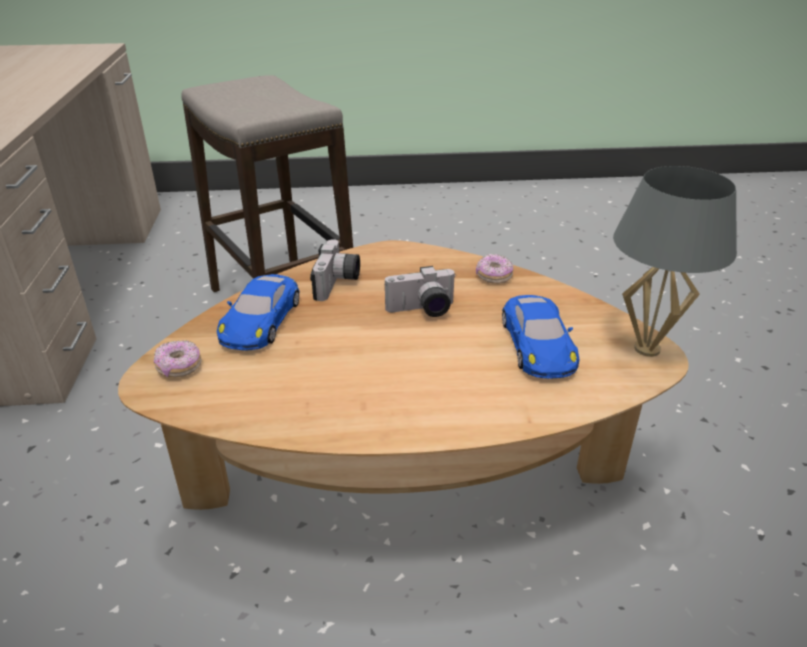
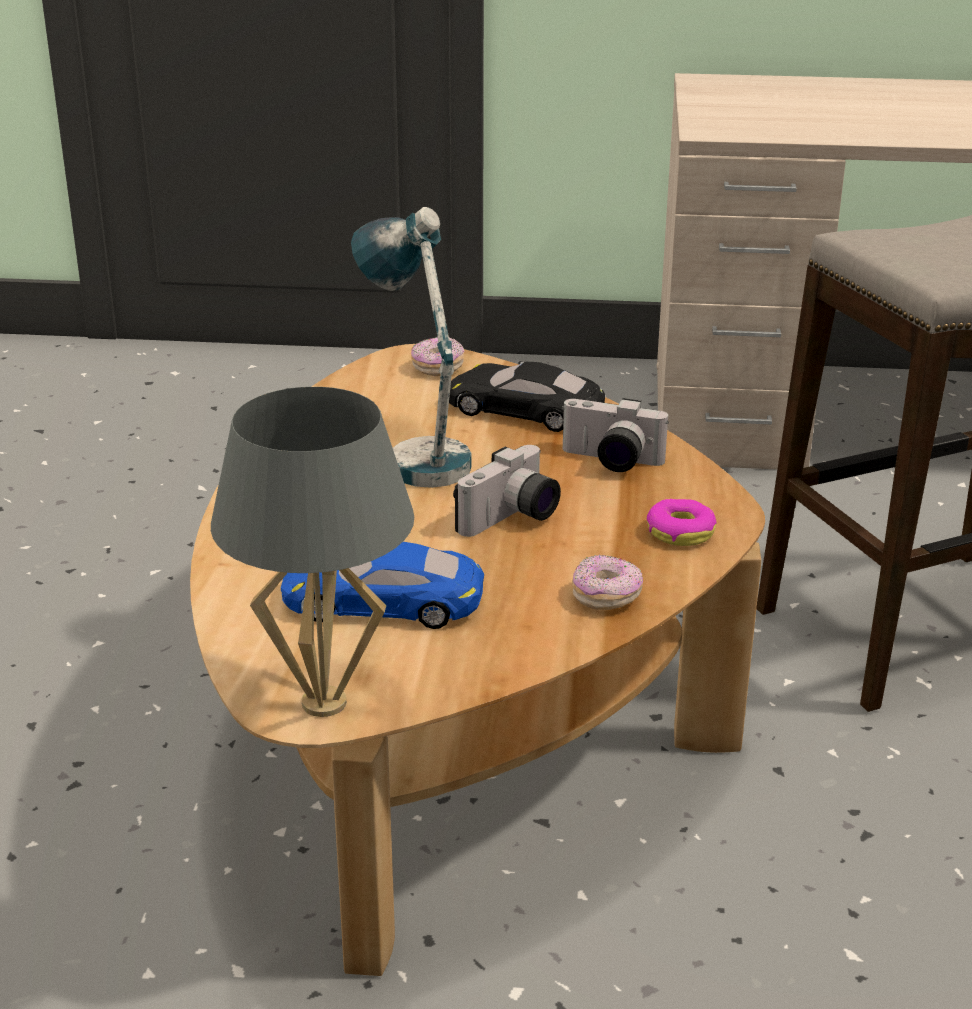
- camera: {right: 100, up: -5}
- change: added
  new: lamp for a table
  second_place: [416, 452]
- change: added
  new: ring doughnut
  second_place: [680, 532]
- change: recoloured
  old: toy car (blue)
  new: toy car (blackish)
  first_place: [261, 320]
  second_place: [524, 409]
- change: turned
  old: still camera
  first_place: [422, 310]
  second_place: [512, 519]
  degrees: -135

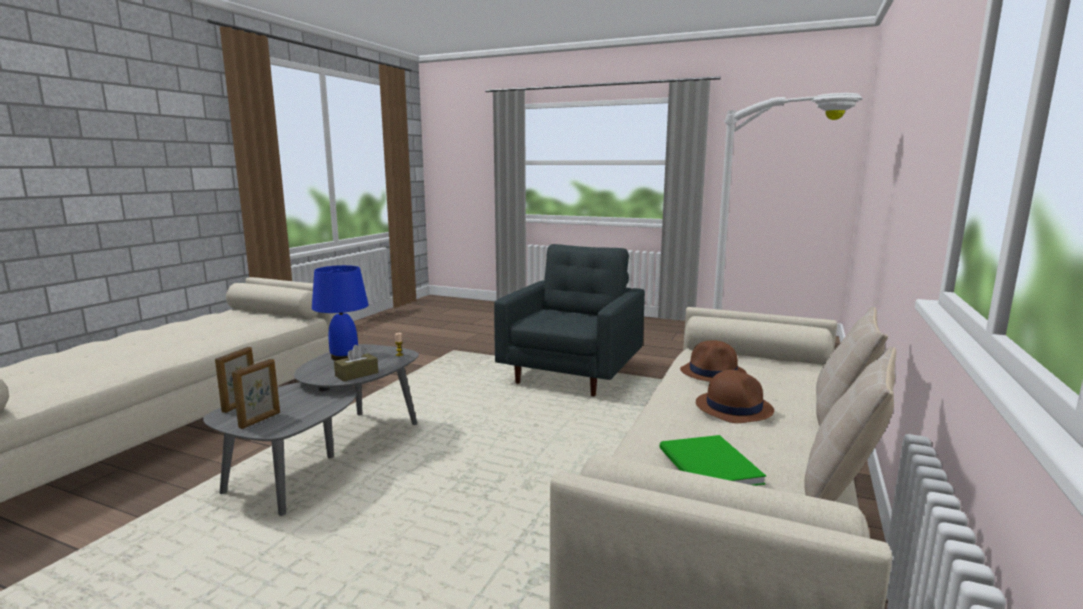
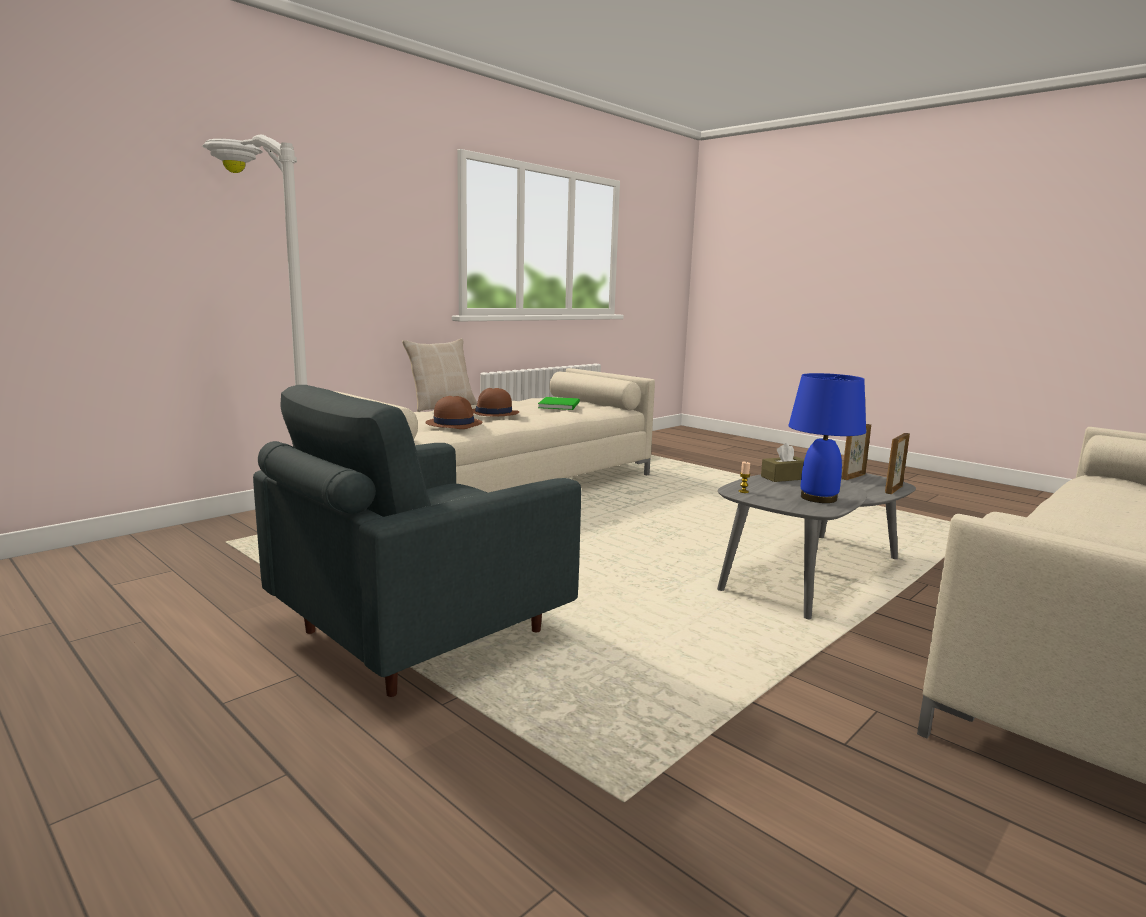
- camera: {right: -160, up: 0}
- change: removed
  old: throw pillow (sand-coloured)
  first_place: [842, 488]

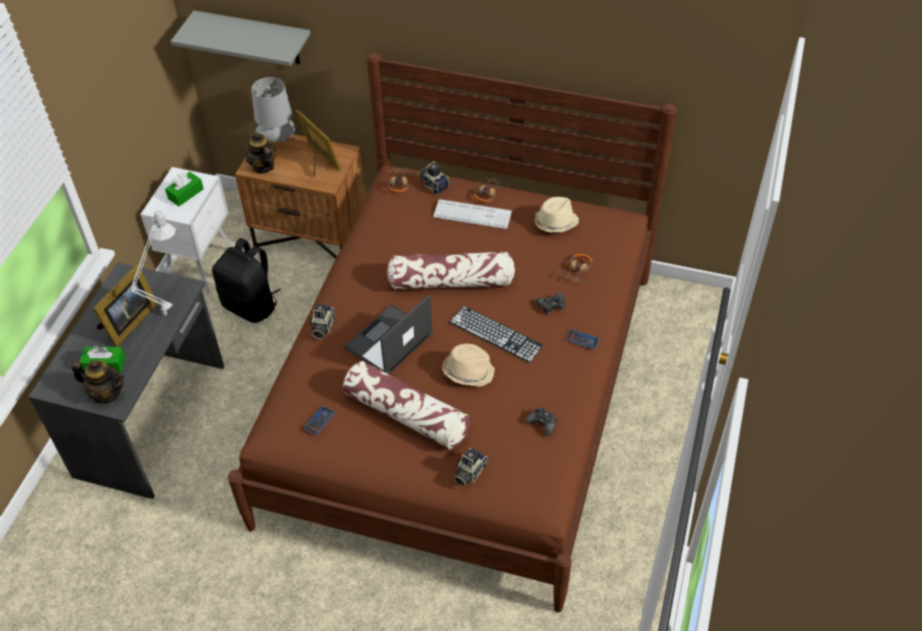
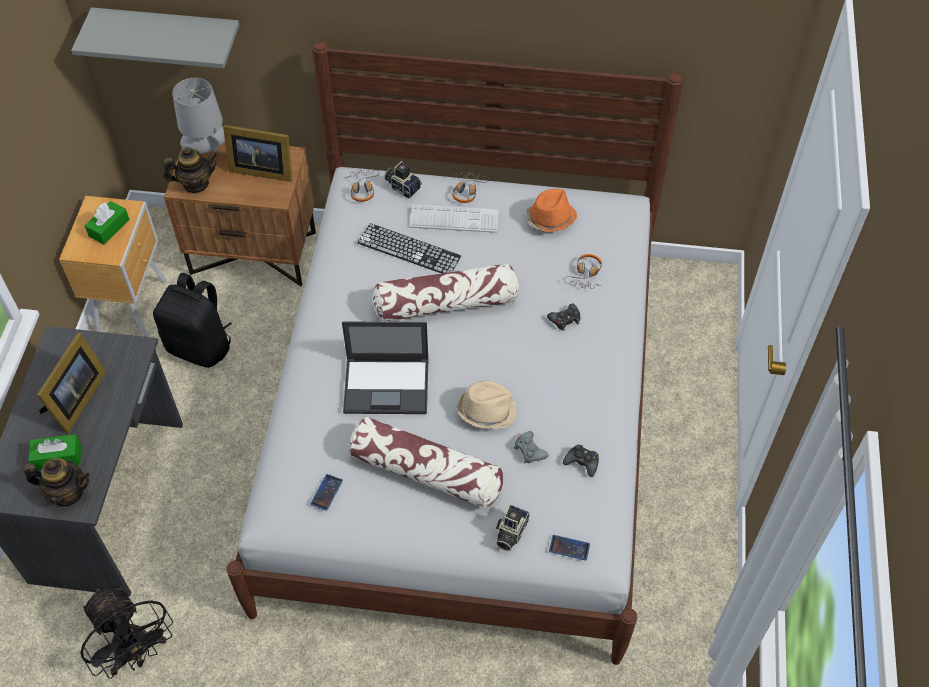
- camera: {right: -10, up: 5}
- change: removed
  old: lamp for a table (gray)
  first_place: [161, 319]
- change: removed
  old: still camera
  first_place: [322, 327]
- change: added
  new: fan (blackish)
  second_place: [137, 653]
- change: added
  new: joypad (gray)
  second_place: [529, 450]
- change: moved
  old: PC keyboard
  first_place: [495, 334]
  second_place: [409, 249]
- change: moved
  old: telephone
  first_place: [582, 339]
  second_place: [569, 548]
- change: recoloured
  old: nightstand (white)
  new: nightstand (brown-coloured)
  first_place: [202, 265]
  second_place: [133, 304]
- change: recoloured
  old: bed (brown-coloured)
  new: bed (white)
  first_place: [462, 394]
  second_place: [464, 424]
- change: recoloured
  old: clothing hat (sand-coloured)
  new: clothing hat (orange-coloured)
  first_place: [555, 223]
  second_place: [550, 219]
- change: turned
  old: tea pot
  first_place: [263, 166]
  second_place: [195, 184]
  degrees: 120
- change: turned
  old: standing frame
  first_place: [319, 160]
  second_place: [260, 169]
  degrees: 150
- change: turned
  old: laptop
  first_place: [388, 341]
  second_place: [387, 385]
  degrees: -120

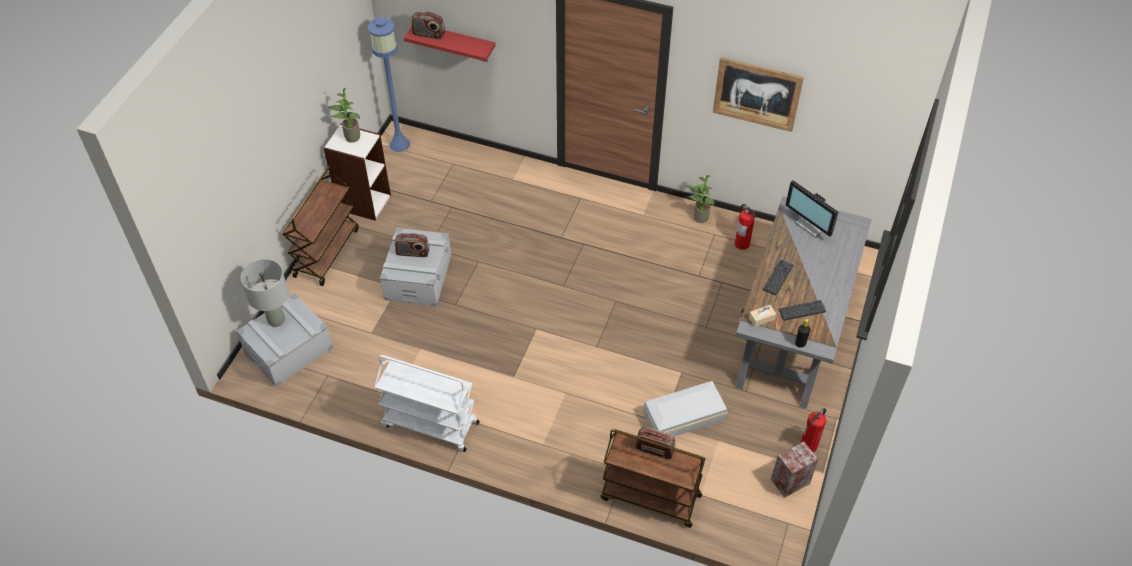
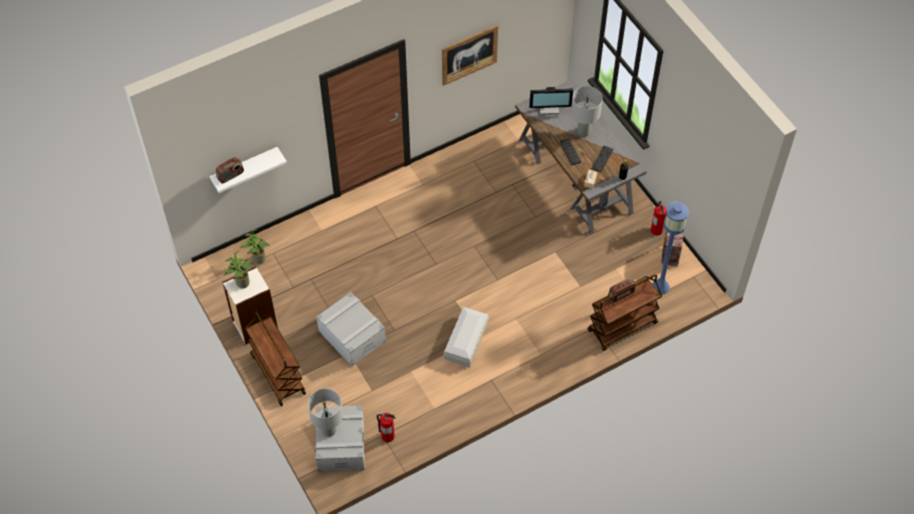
- camera: {right: -50, up: 5}
- change: removed
  old: wheeled cart (white)
  first_place: [429, 424]
- change: removed
  old: radio
  first_place: [413, 252]
- change: added
  new: lamp for a table (gray)
  second_place: [583, 132]
- change: moved
  old: floor lamp (blue)
  first_place: [399, 144]
  second_place: [660, 287]
- change: moved
  old: storage bin (white)
  first_place: [682, 416]
  second_place: [465, 341]
- change: moved
  old: houseplant
  first_place: [698, 218]
  second_place: [258, 260]
- change: moved
  old: extinguisher
  first_place: [742, 243]
  second_place: [387, 436]
- change: recoloured
  old: shelf (red-coloured)
  new: shelf (white)
  first_place: [455, 42]
  second_place: [245, 168]

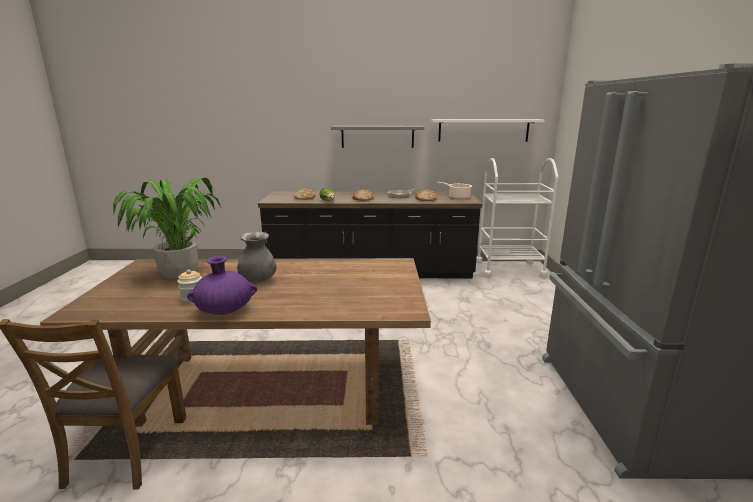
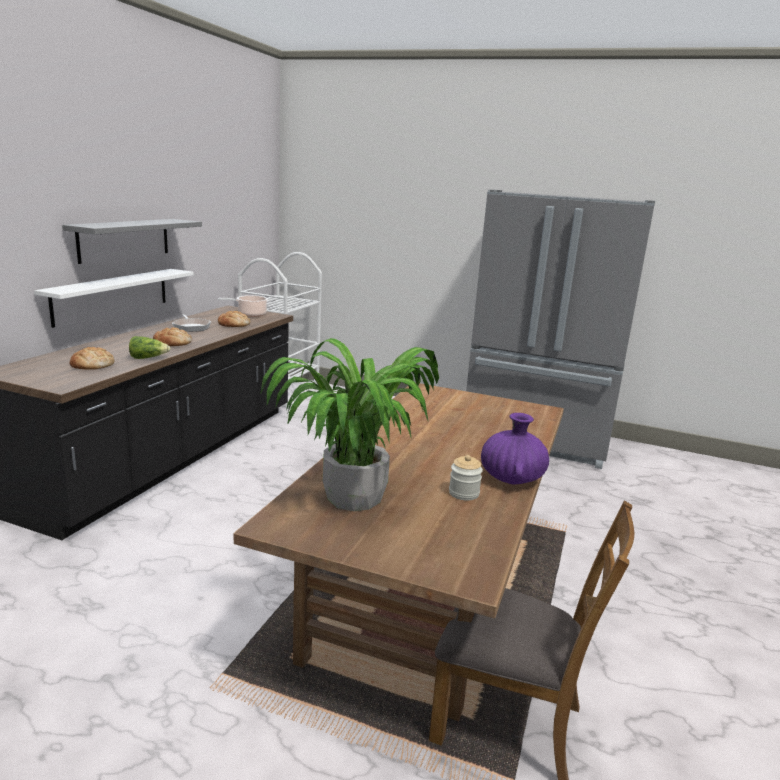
- camera: {right: -70, up: 0}
- change: removed
  old: vase (gray)
  first_place: [258, 280]
- change: moved
  old: shelf (white)
  first_place: [483, 130]
  second_place: [112, 296]

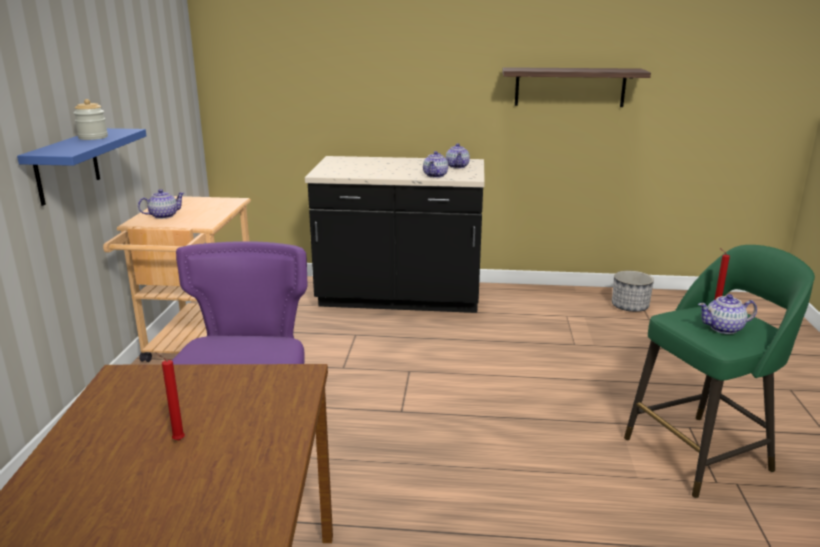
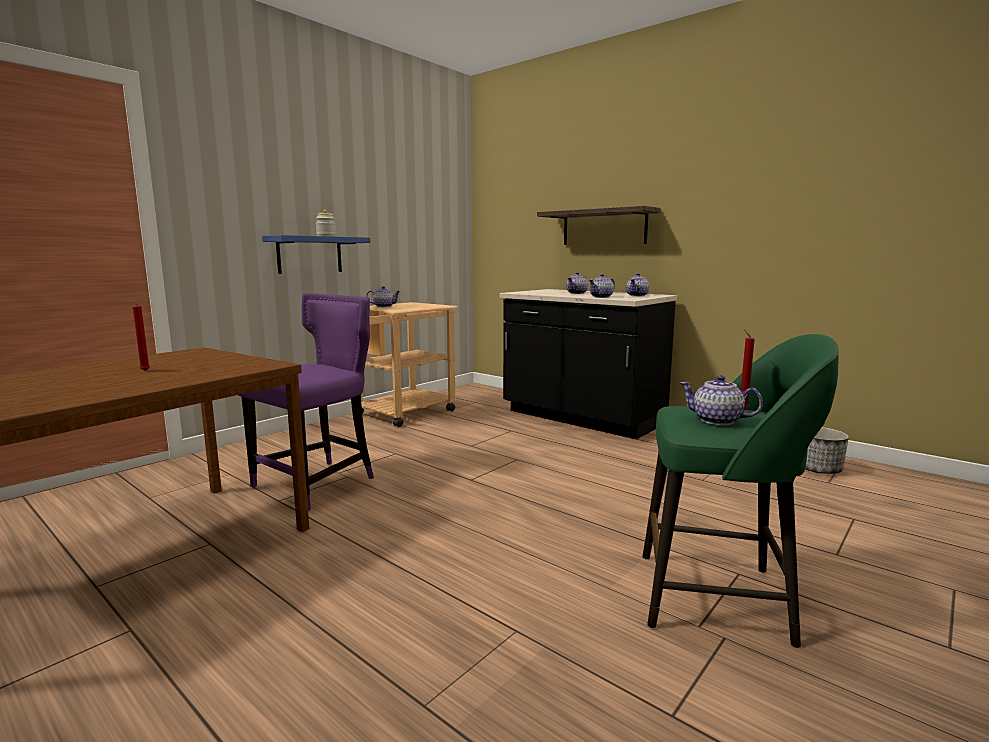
- camera: {right: 35, up: -10}
- change: added
  new: tea pot
  second_place: [577, 293]
- change: moved
  old: shelf
  first_place: [570, 87]
  second_place: [604, 227]

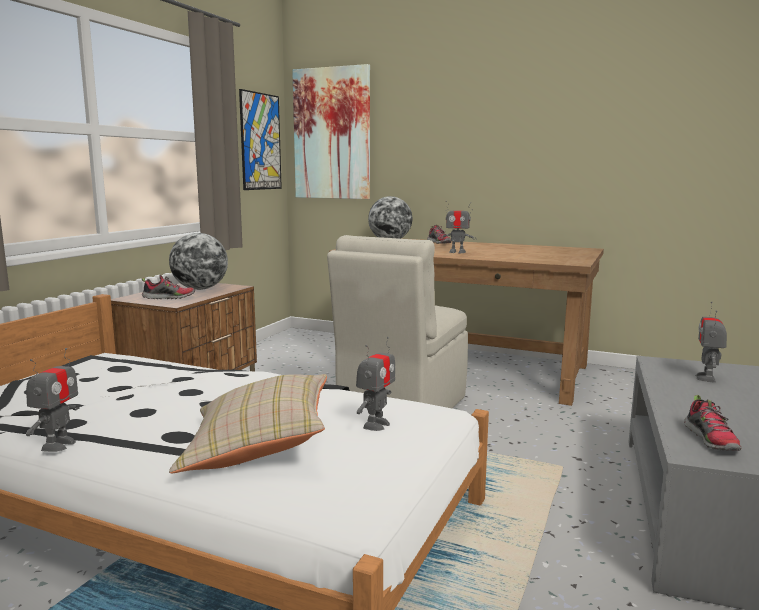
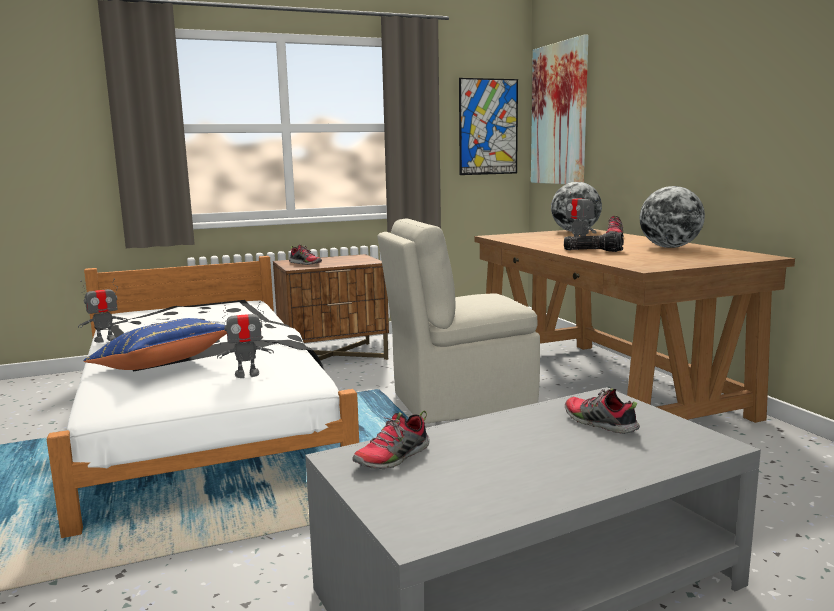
- camera: {right: 45, up: 0}
- change: added
  new: flashlight
  second_place: [593, 251]
- change: moved
  old: globe
  first_place: [200, 289]
  second_place: [670, 247]
- change: replaced
  old: model robot
  new: item of footwear
  first_place: [706, 378]
  second_place: [599, 423]
- change: recoloured
  old: throw pillow (sand-coloured)
  new: throw pillow (blue)
  first_place: [258, 447]
  second_place: [162, 366]

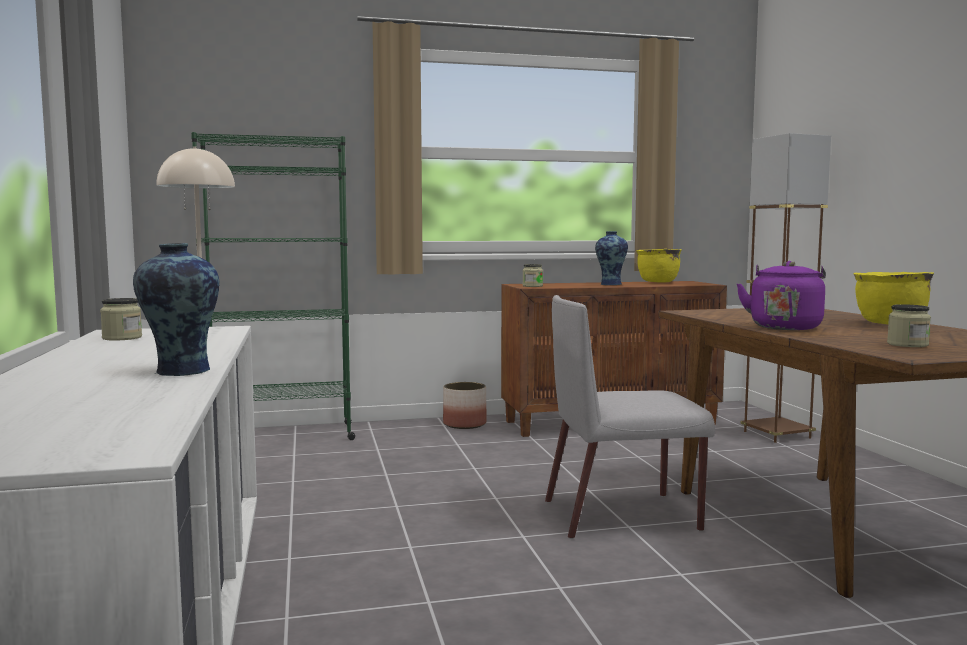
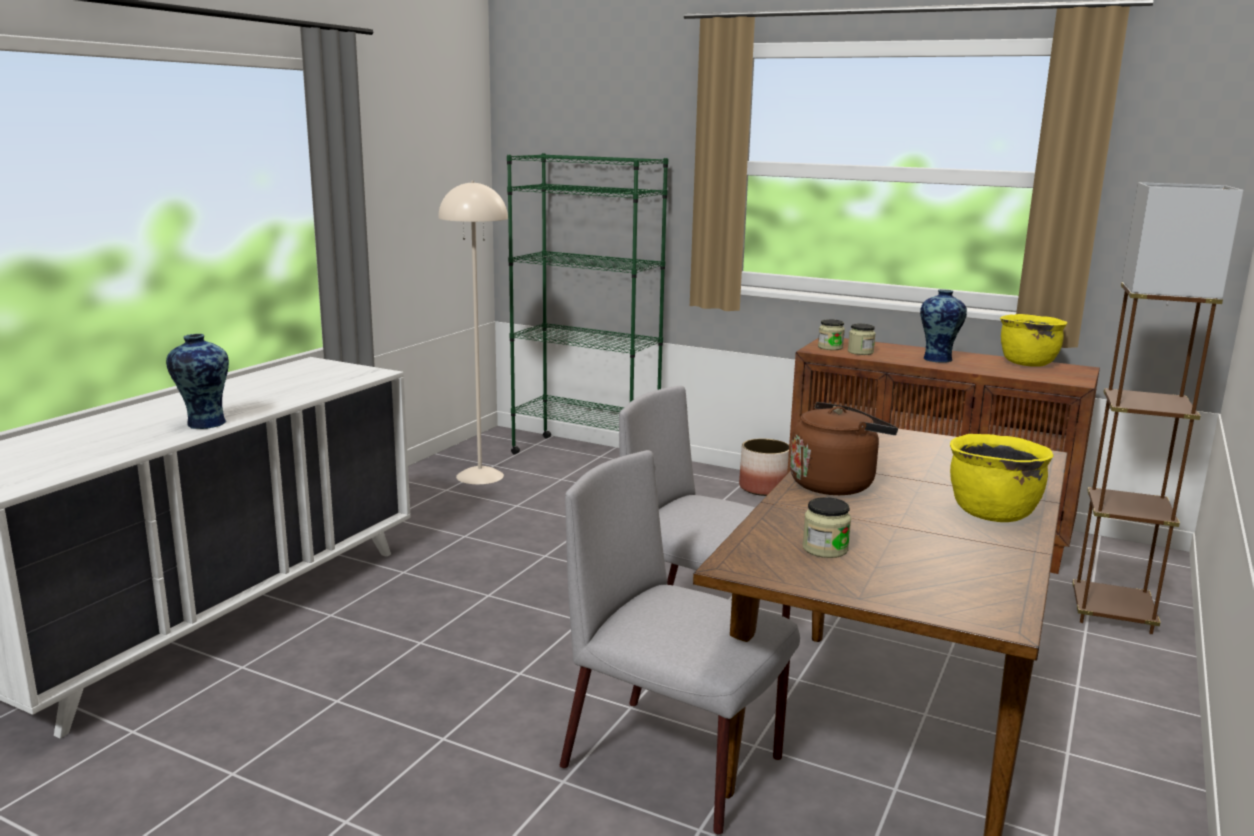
- camera: {right: 40, up: 10}
- change: added
  new: upright chair (gray)
  second_place: [675, 764]
- change: moved
  old: jar
  first_place: [122, 338]
  second_place: [860, 352]
- change: recoloured
  old: tea kettle (purple)
  new: tea kettle (brown-coloured)
  first_place: [785, 327]
  second_place: [835, 484]

